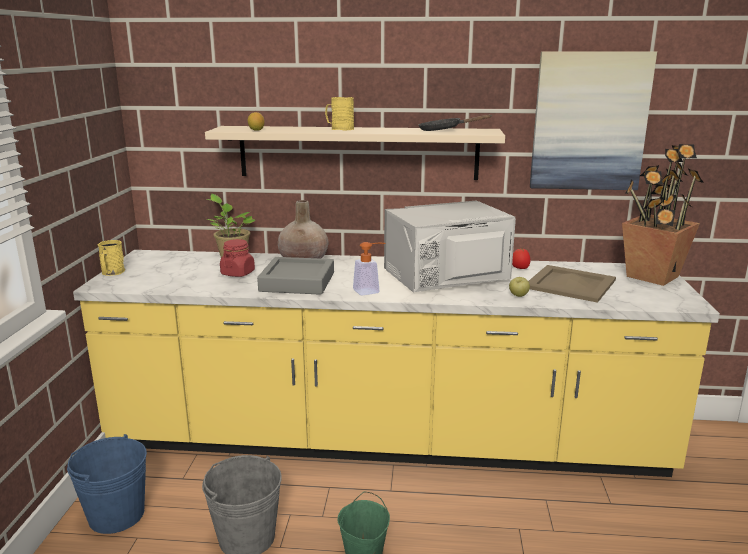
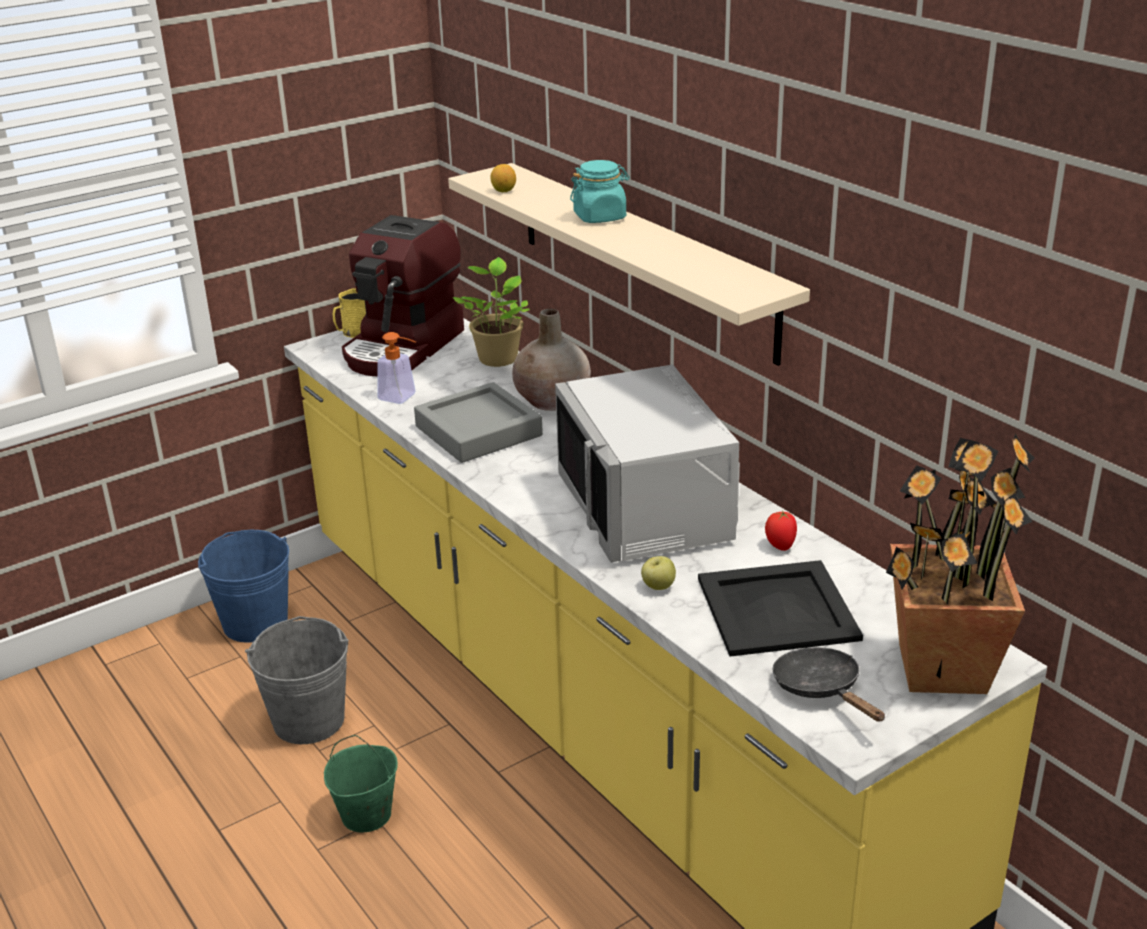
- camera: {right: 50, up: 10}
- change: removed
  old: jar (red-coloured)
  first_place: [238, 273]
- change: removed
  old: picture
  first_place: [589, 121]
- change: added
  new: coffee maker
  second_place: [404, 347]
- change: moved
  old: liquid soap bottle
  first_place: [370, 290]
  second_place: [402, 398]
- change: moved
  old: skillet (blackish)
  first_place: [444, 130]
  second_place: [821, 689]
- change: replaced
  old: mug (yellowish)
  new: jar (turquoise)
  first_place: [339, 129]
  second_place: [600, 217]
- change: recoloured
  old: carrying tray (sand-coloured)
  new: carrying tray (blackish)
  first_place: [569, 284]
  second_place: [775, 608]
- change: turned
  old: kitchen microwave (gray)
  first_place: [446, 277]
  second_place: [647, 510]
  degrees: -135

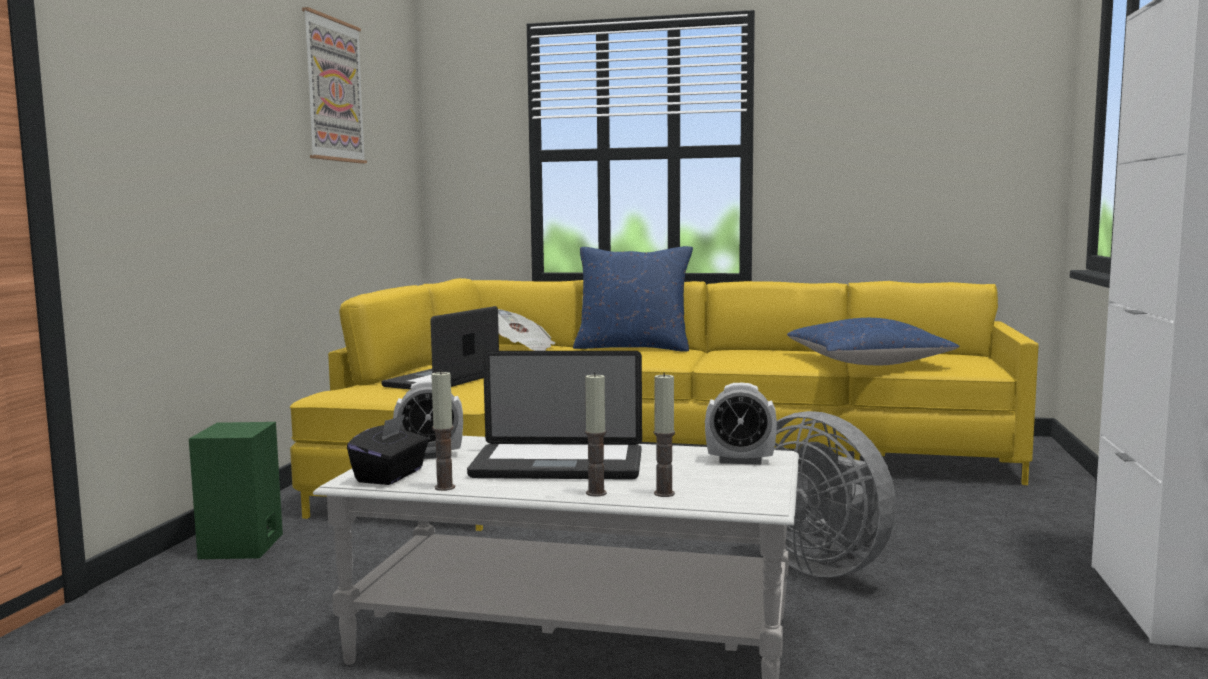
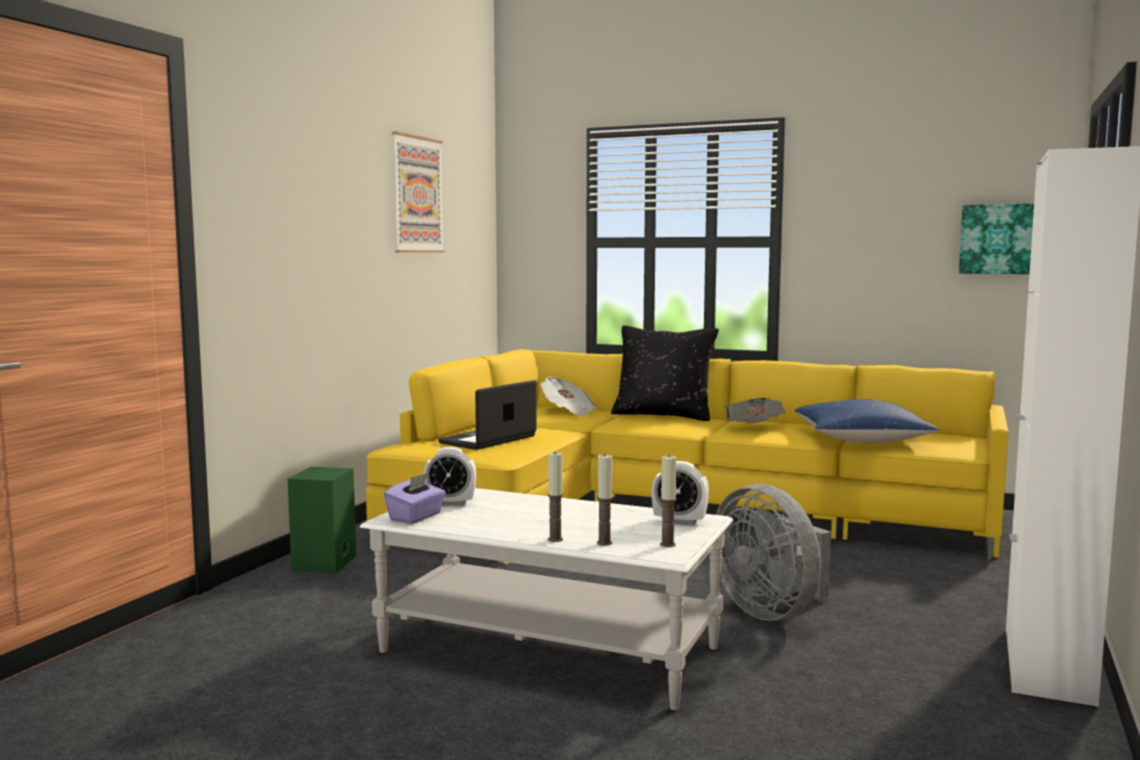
- camera: {right: 10, up: 0}
- change: removed
  old: laptop
  first_place: [558, 465]
- change: added
  new: printed paper
  second_place: [753, 428]
- change: added
  new: picture
  second_place: [997, 239]
- change: moved
  old: wax light
  first_place: [444, 487]
  second_place: [667, 544]
- change: recoloured
  old: box of tissues (blackish)
  new: box of tissues (purple)
  first_place: [391, 476]
  second_place: [416, 517]
- change: recoloured
  old: throw pillow (blue)
  new: throw pillow (blackish)
  first_place: [633, 348]
  second_place: [663, 415]

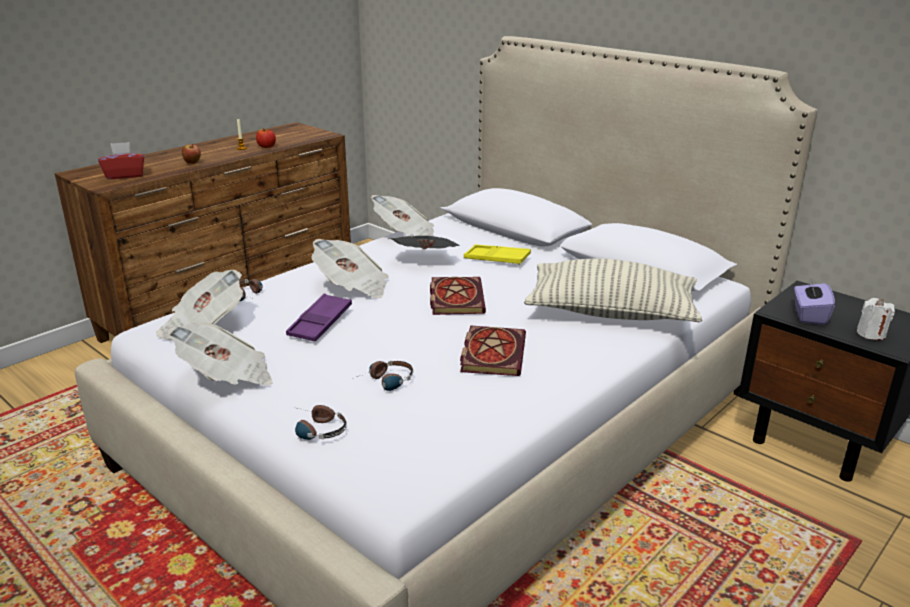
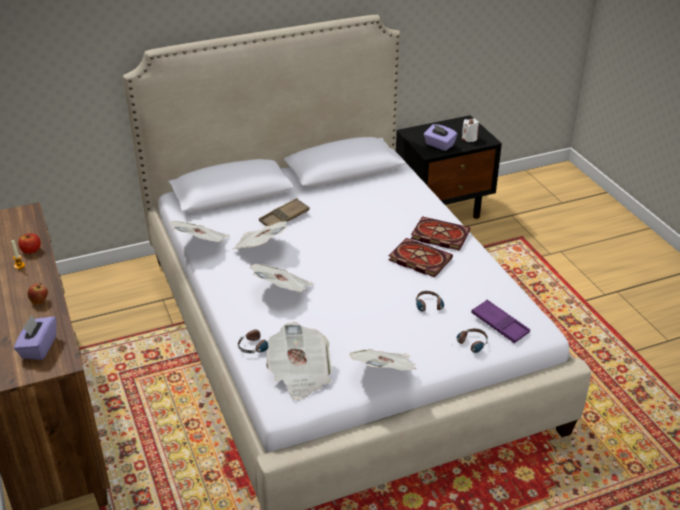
- camera: {right: -65, up: 10}
- change: removed
  old: throw pillow
  first_place: [611, 313]
- change: moved
  old: carrying tray (purple)
  first_place: [320, 323]
  second_place: [499, 325]
- change: moved
  old: book
  first_place: [455, 298]
  second_place: [438, 235]
- change: recoloured
  old: box of tissues (red-coloured)
  new: box of tissues (purple)
  first_place: [125, 175]
  second_place: [38, 348]
- change: recoloured
  old: carrying tray (yellowish)
  new: carrying tray (brown-coloured)
  first_place: [497, 259]
  second_place: [284, 217]

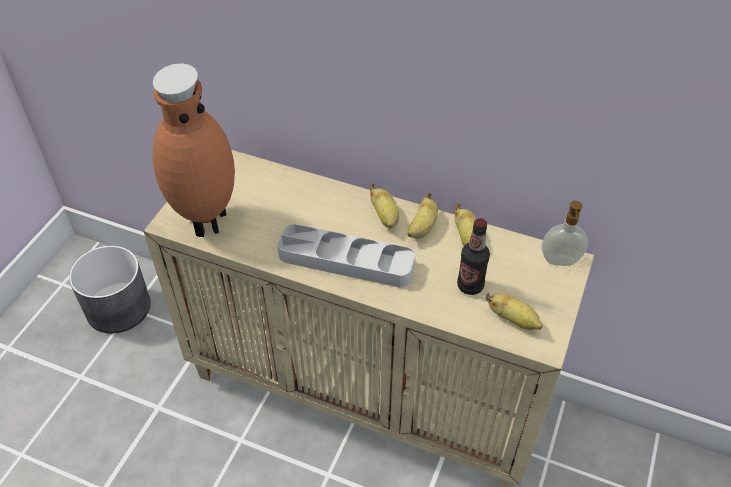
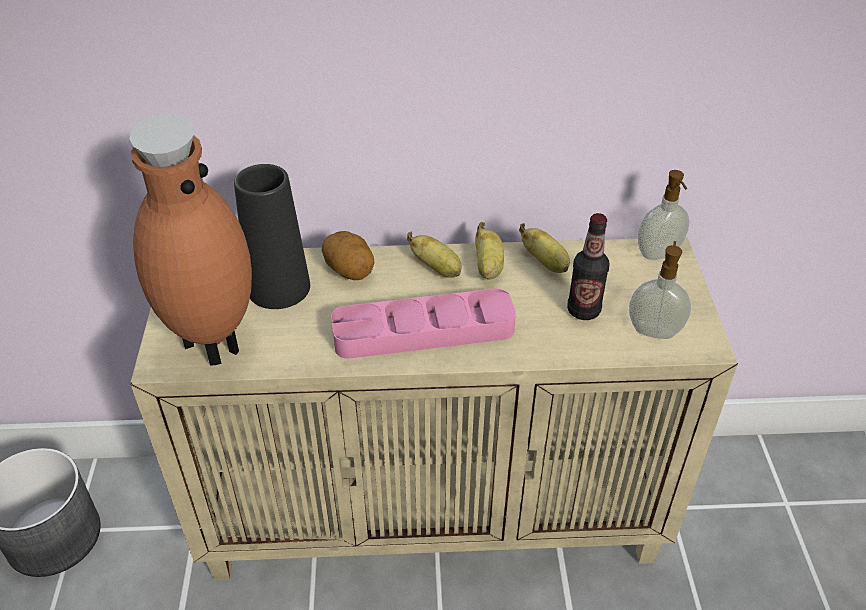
- camera: {right: -25, up: -5}
- change: added
  new: vase (blackish)
  second_place: [278, 287]
- change: added
  new: potato
  second_place: [350, 271]
- change: replaced
  old: whole banana
  new: liquid soap bottle
  first_place: [513, 320]
  second_place: [654, 330]
- change: recoloured
  old: carrying tray (gray)
  new: carrying tray (pink)
  first_place: [346, 261]
  second_place: [423, 331]

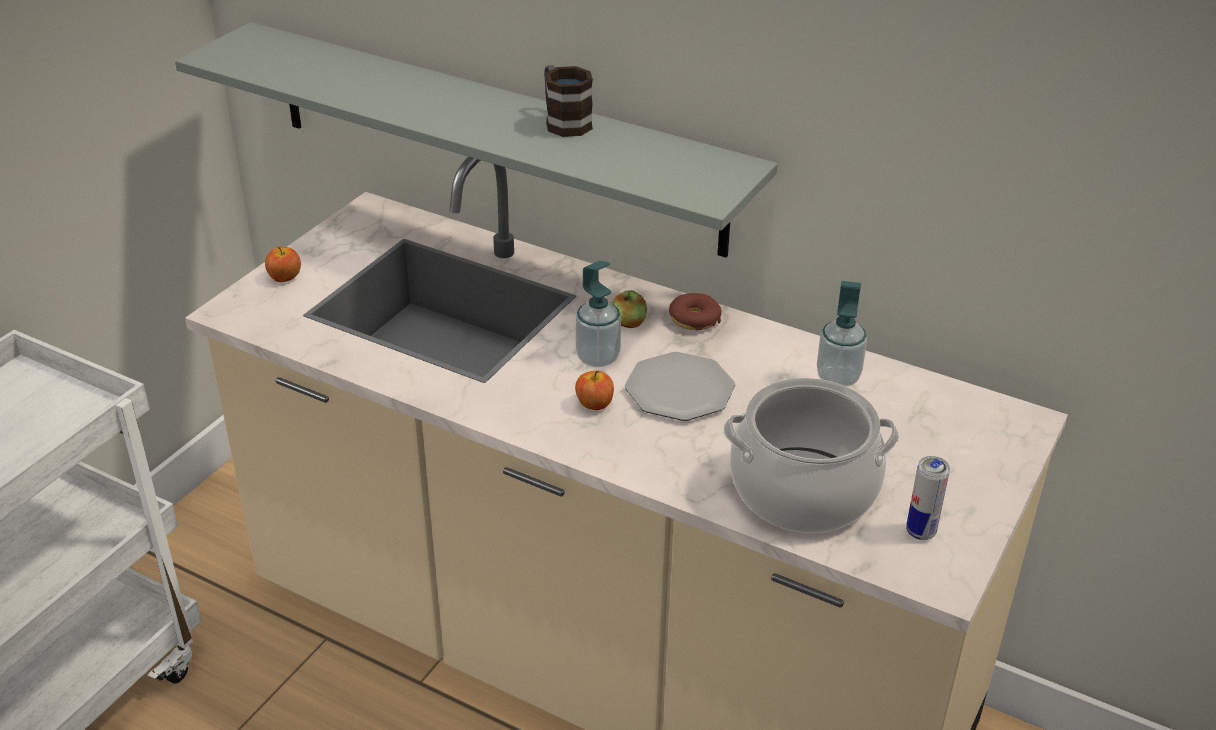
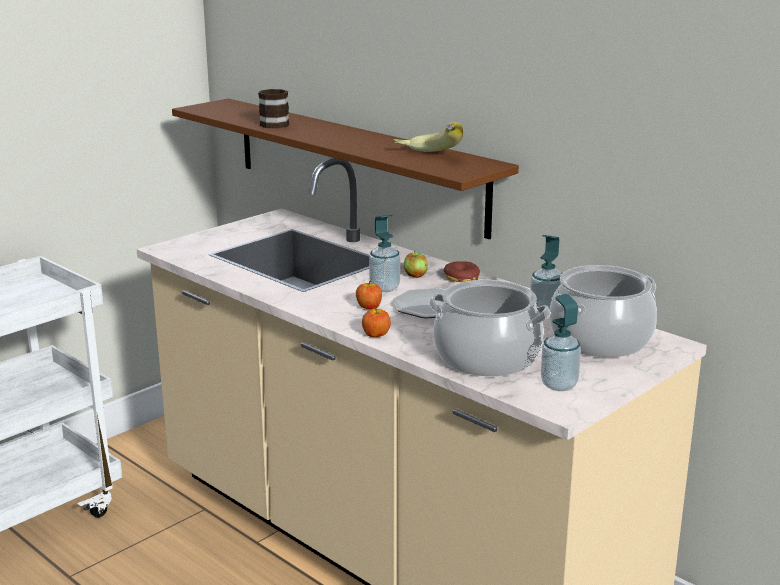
- camera: {right: 15, up: -15}
- change: added
  new: whole banana
  second_place: [426, 157]
- change: added
  new: cooking pot
  second_place: [600, 340]
- change: moved
  old: apple
  first_place: [285, 277]
  second_place: [376, 335]
- change: moved
  old: mug
  first_place: [564, 121]
  second_place: [273, 123]
- change: replaced
  old: metal can
  new: liquid soap bottle
  first_place: [920, 532]
  second_place: [559, 385]
- change: recoloured
  old: shelf (gray)
  new: shelf (brown-coloured)
  first_place: [493, 137]
  second_place: [355, 163]

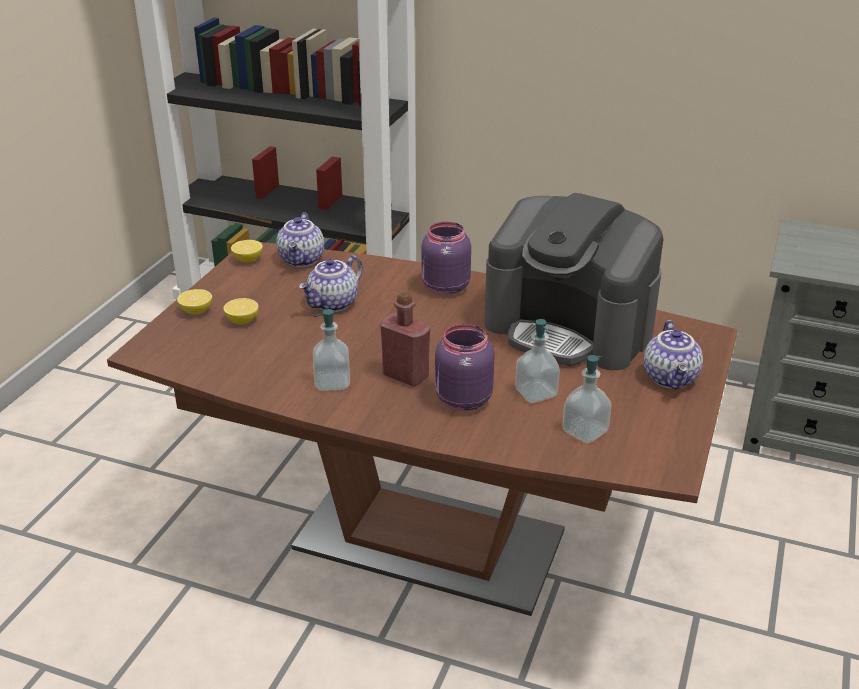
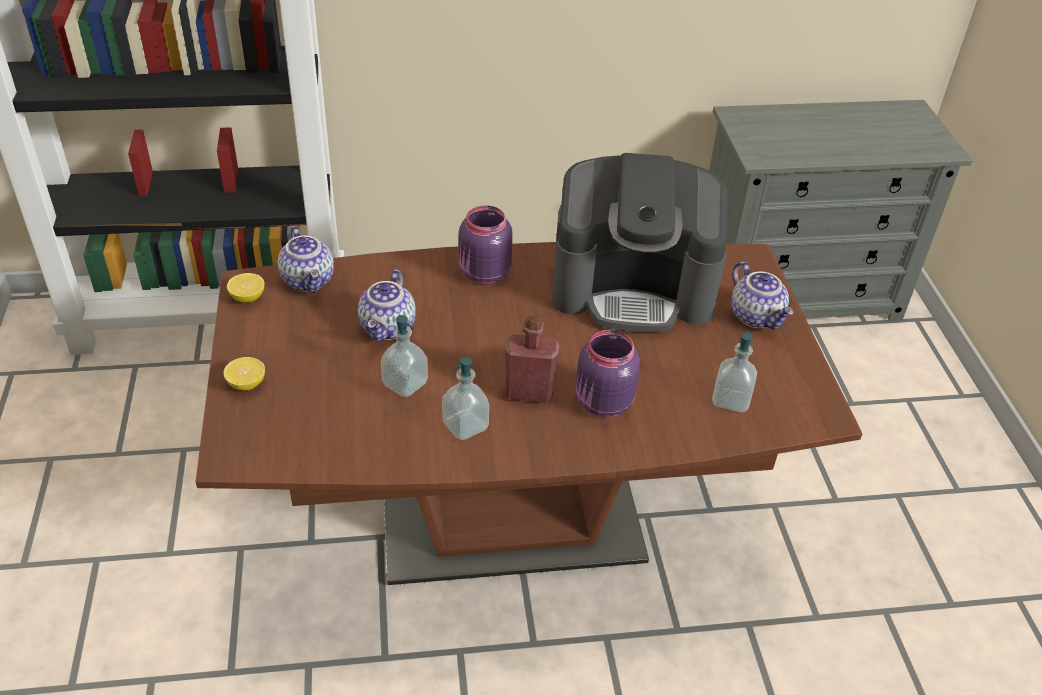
- camera: {right: -30, up: 10}
- change: removed
  old: citrus fruit
  first_place: [242, 321]
- change: moved
  old: liquid soap bottle
  first_place: [536, 393]
  second_place: [405, 384]

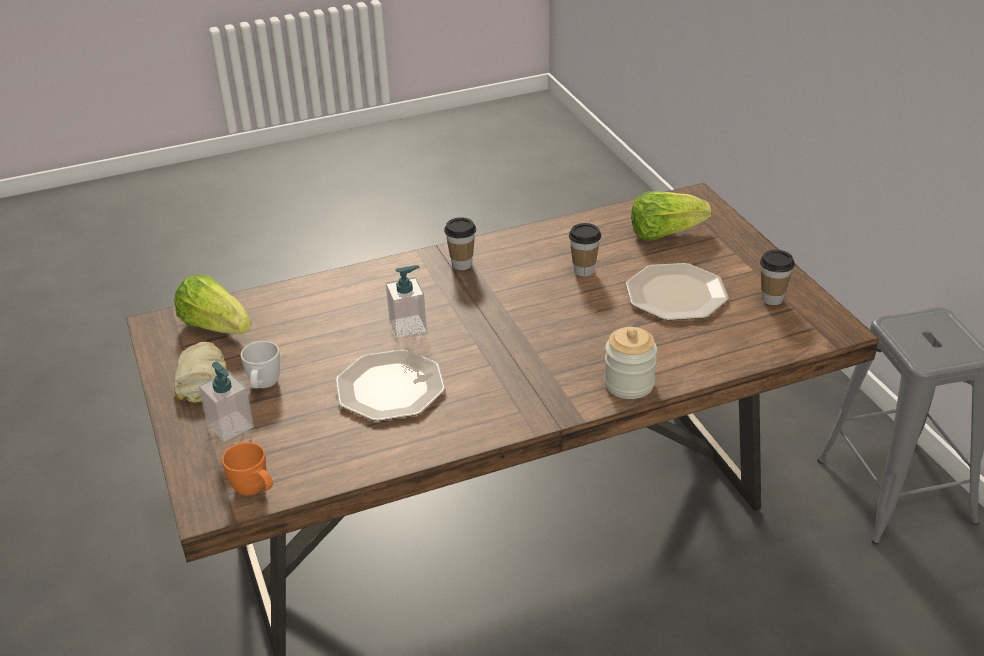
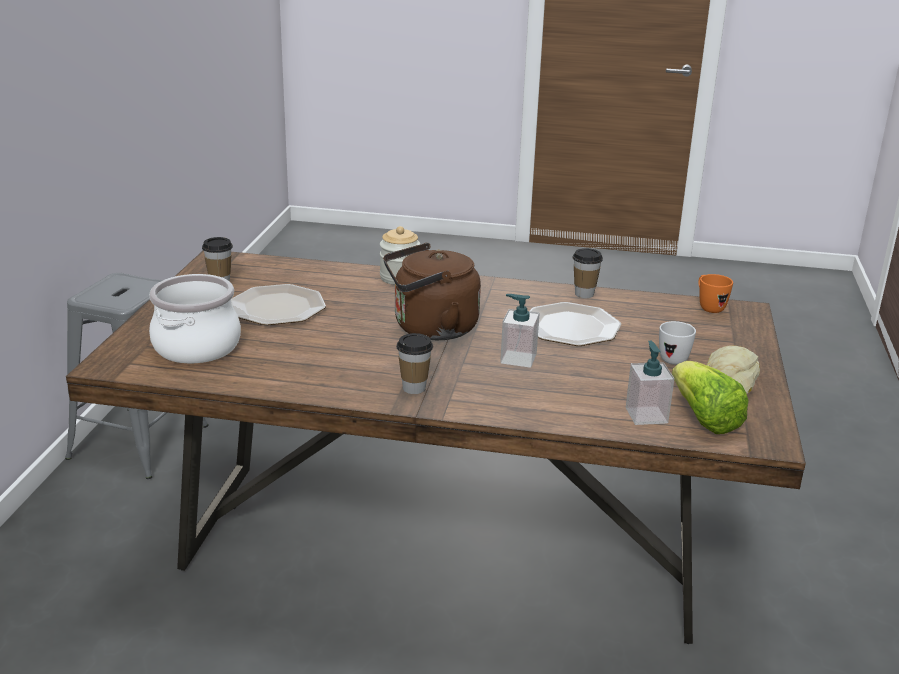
- camera: {right: -150, up: -10}
- change: added
  new: tea kettle (brown-coloured)
  second_place: [430, 329]
- change: moved
  old: liquid soap bottle
  first_place: [230, 426]
  second_place: [646, 415]
- change: moved
  old: cup
  first_place: [584, 271]
  second_place: [584, 294]
- change: replaced
  old: lettuce
  new: cooking pot
  first_place: [664, 233]
  second_place: [197, 347]

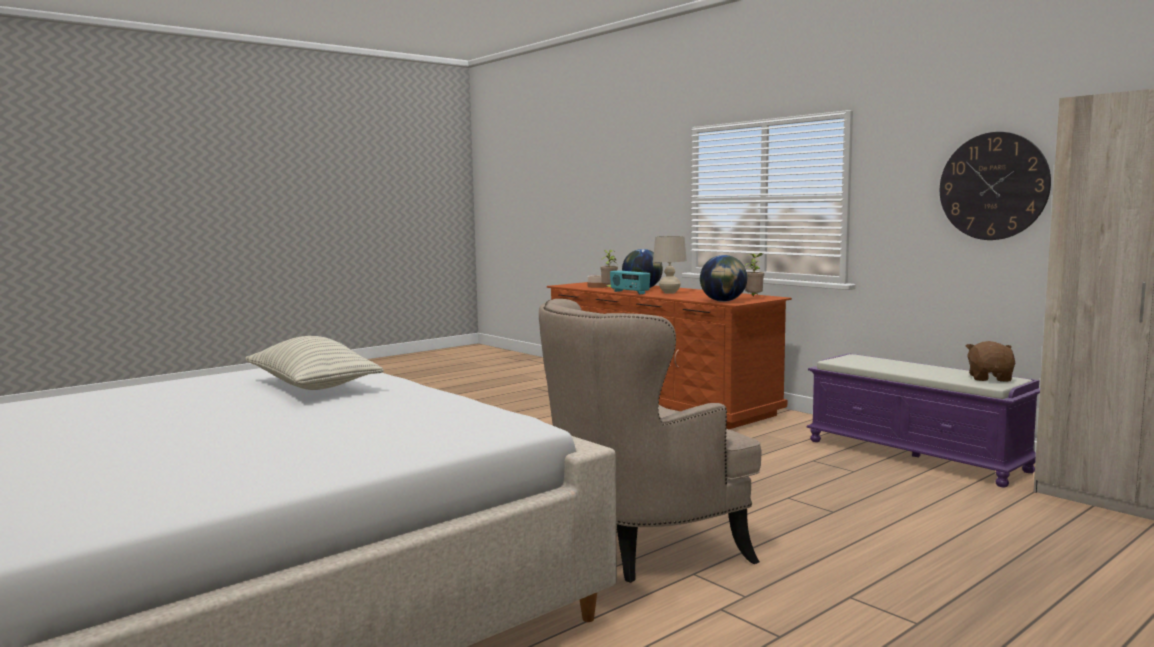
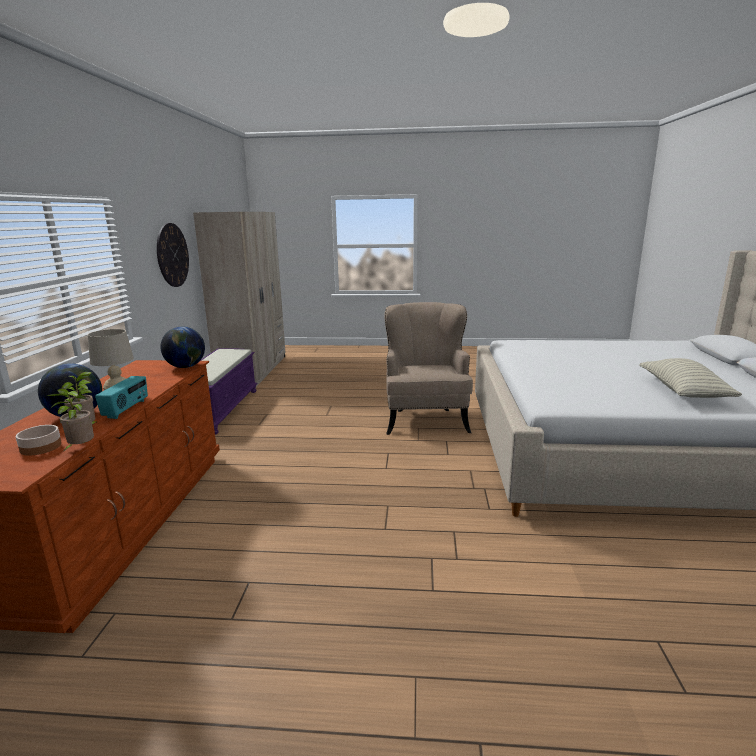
- camera: {right: -135, up: 10}
- change: removed
  old: plush toy (brown-coloured)
  first_place: [990, 378]
- change: moved
  old: throw pillow
  first_place: [312, 386]
  second_place: [683, 391]
- change: moved
  old: houseplant
  first_place: [754, 298]
  second_place: [80, 448]
- change: turned
  old: easy chair (sand-coloured)
  first_place: [640, 547]
  second_place: [425, 419]
  degrees: -105

